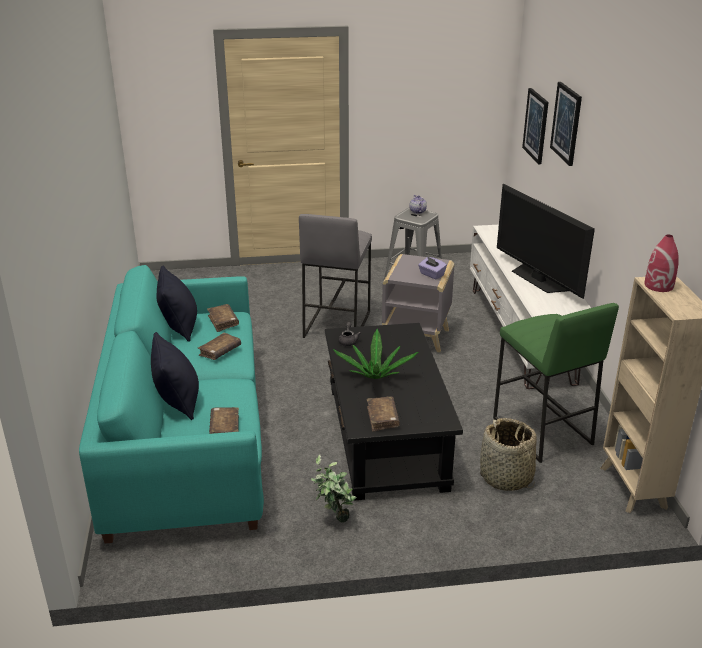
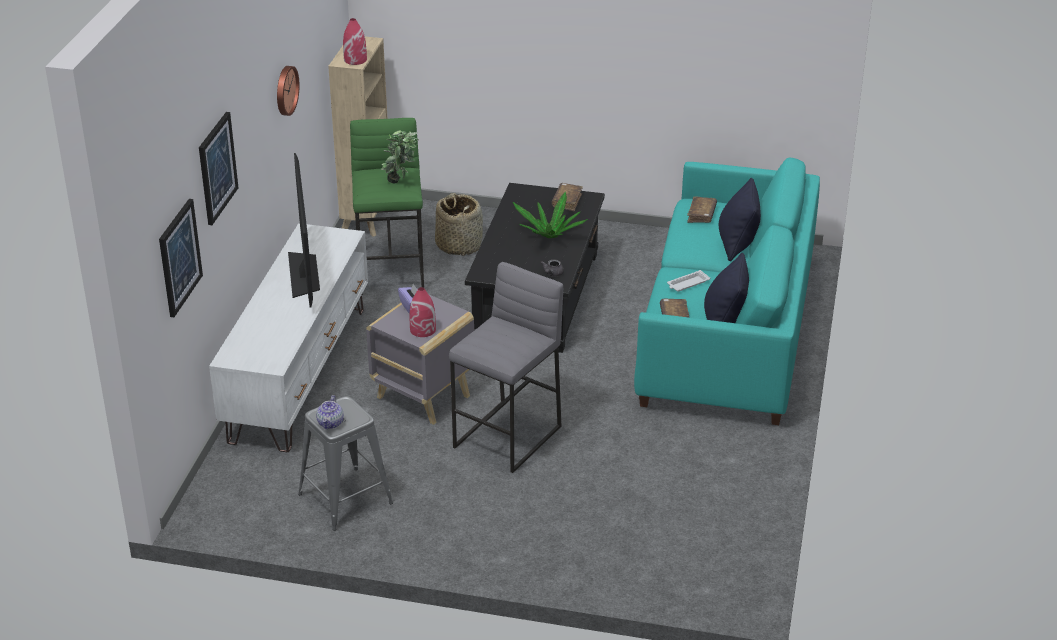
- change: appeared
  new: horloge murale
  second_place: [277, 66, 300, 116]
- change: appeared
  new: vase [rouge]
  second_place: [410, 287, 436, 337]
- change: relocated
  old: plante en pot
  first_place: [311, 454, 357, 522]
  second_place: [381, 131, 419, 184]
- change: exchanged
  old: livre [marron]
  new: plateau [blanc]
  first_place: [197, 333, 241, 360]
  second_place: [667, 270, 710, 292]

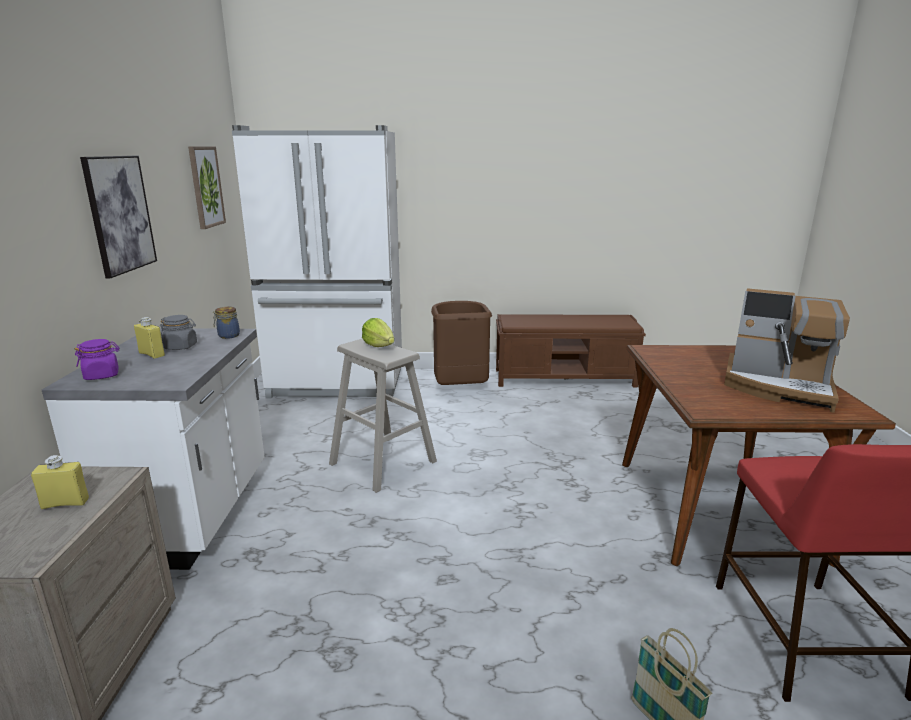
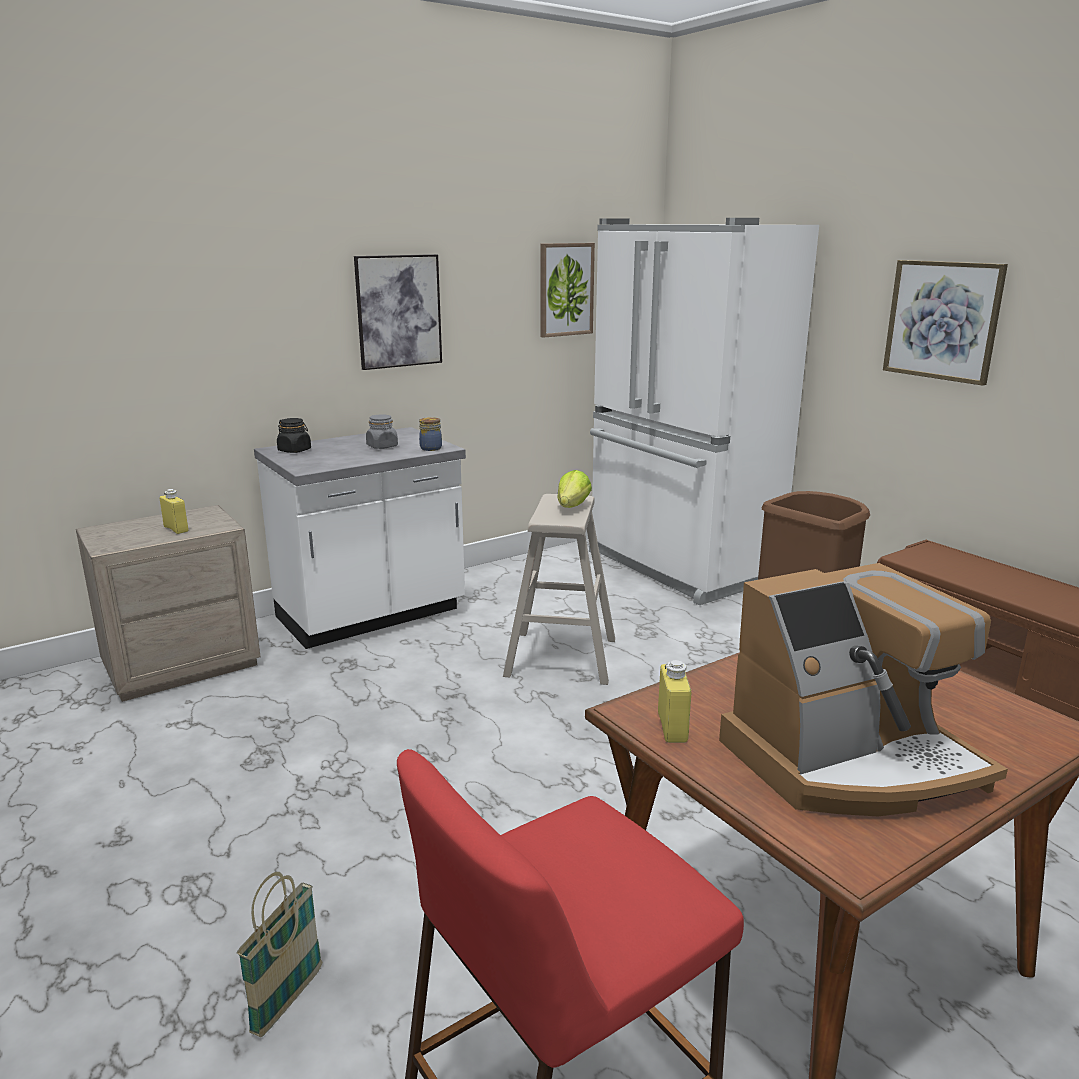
- change: appeared
  new: tableau
  second_place: [883, 260, 1008, 386]
- change: relocated
  old: bouteille [jaune]
  first_place: [134, 317, 165, 359]
  second_place: [658, 660, 691, 743]
- change: colour
  old: bocal [violet]
  new: bocal [noir]
  first_place: [75, 339, 120, 380]
  second_place: [277, 418, 311, 453]
- change: spun
  old: machine à café
  first_place: [724, 288, 850, 413]
  second_place: [719, 563, 1008, 816]
  degrees: -105

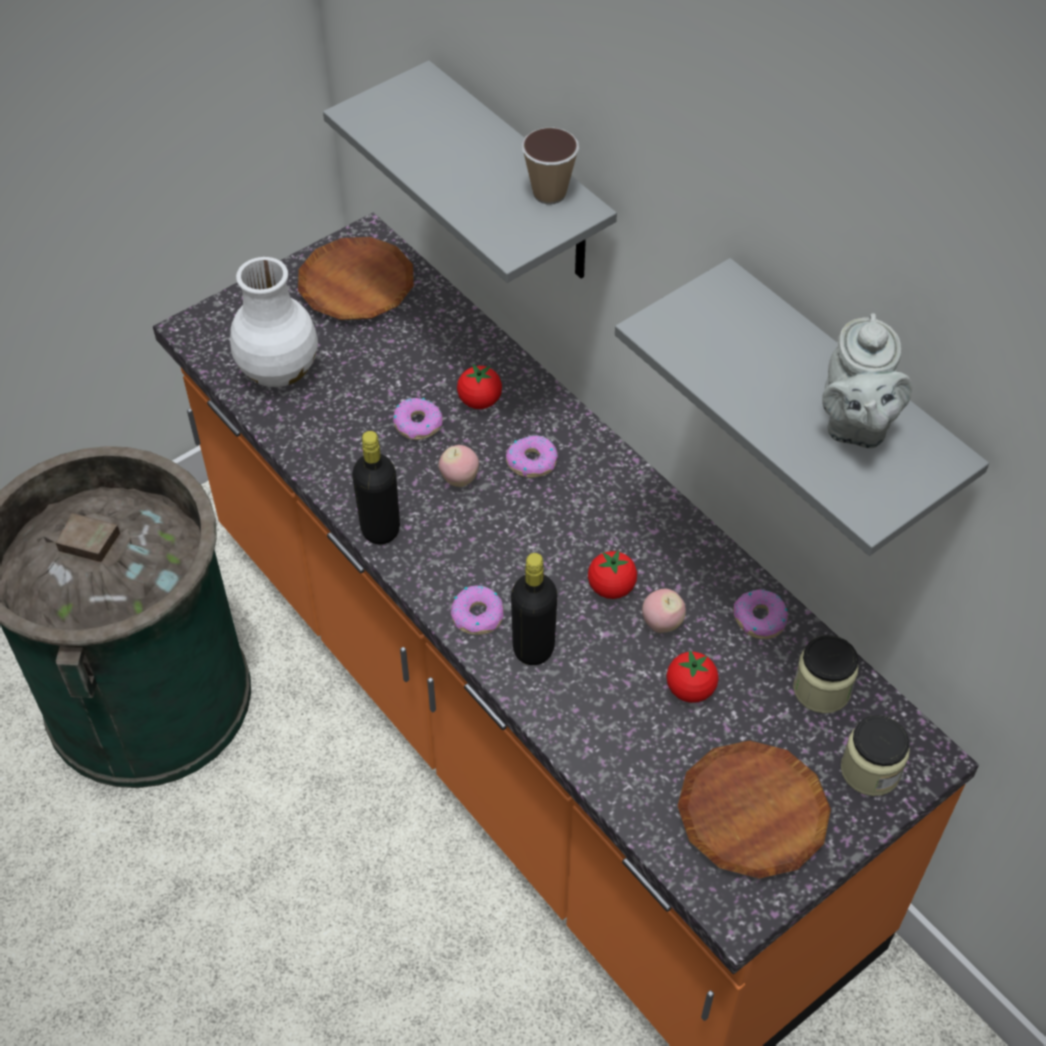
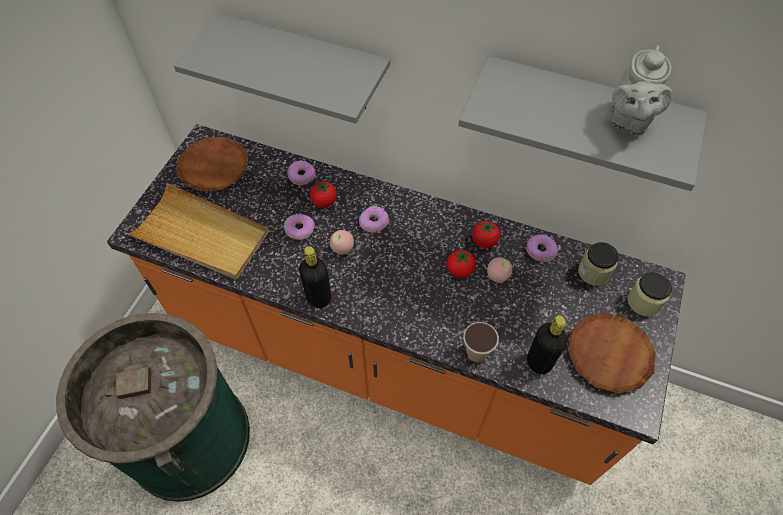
- change: relocated
  old: beignet
  first_place: [451, 585, 504, 635]
  second_place: [287, 161, 315, 185]
- change: relocated
  old: bouteille [noir]
  first_place: [511, 553, 557, 665]
  second_place: [527, 315, 567, 374]
- change: relocated
  old: tasse
  first_place: [522, 128, 579, 205]
  second_place: [463, 322, 499, 362]
- change: relocated
  old: tomate
  first_place: [666, 650, 719, 703]
  second_place: [472, 220, 500, 248]
- change: exchanged
  old: vase [blanc]
  new: plateau [beige]
  first_place: [230, 257, 318, 387]
  second_place: [125, 183, 269, 279]
- change: spun
  old: théière [gris]
  first_place: [822, 313, 912, 449]
  second_place: [611, 45, 672, 136]
  degrees: 45

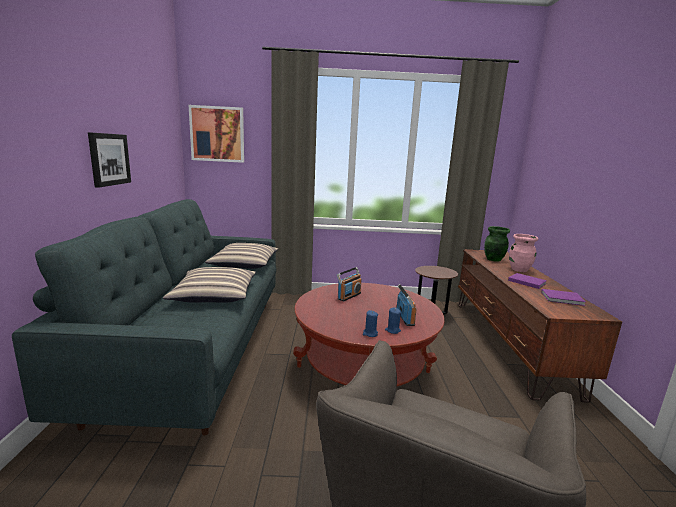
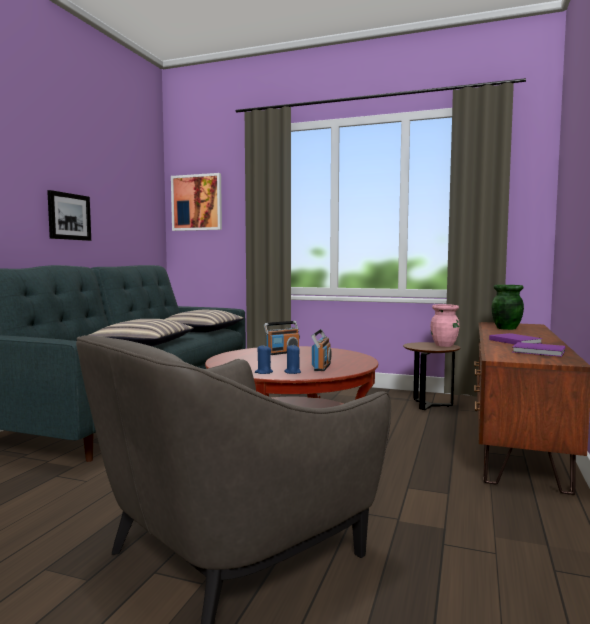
- change: relocated
  old: vase [rose]
  first_place: [509, 234, 538, 272]
  second_place: [431, 304, 459, 347]

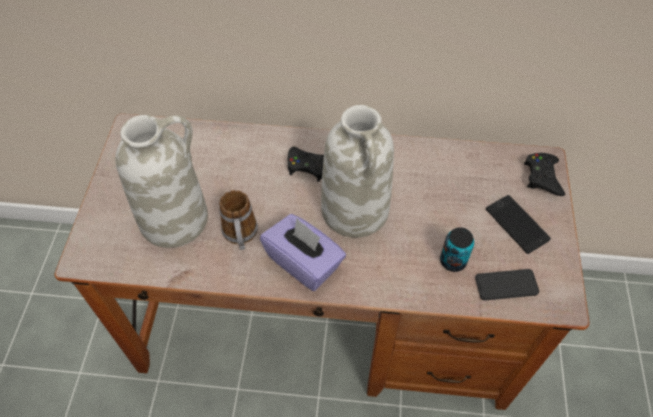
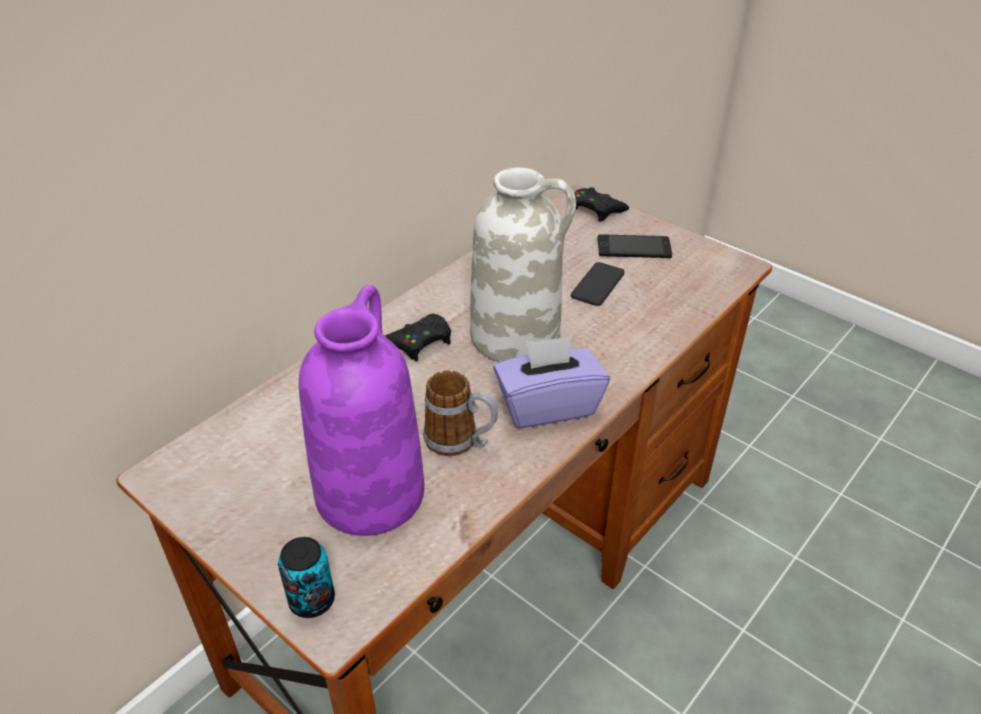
- change: relocated
  old: boîte métallique
  first_place: [440, 227, 474, 272]
  second_place: [278, 537, 335, 618]
- change: relocated
  old: téléphone
  first_place: [475, 269, 539, 301]
  second_place: [571, 262, 625, 306]
- change: colour
  old: vase [blanc]
  new: vase [violet]
  first_place: [115, 115, 208, 248]
  second_place: [299, 285, 424, 536]

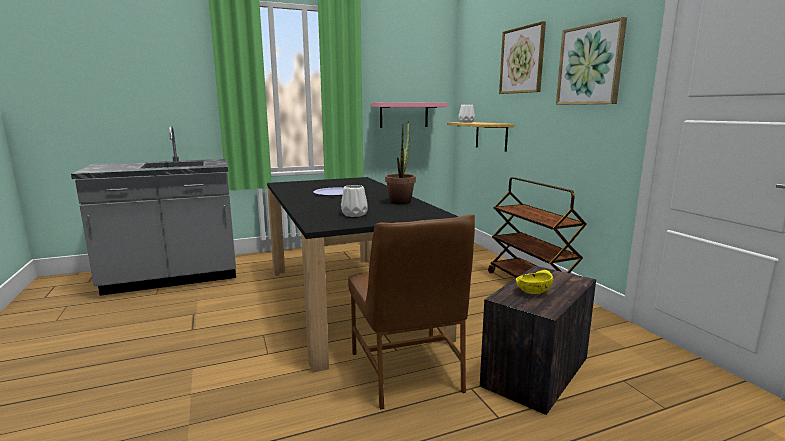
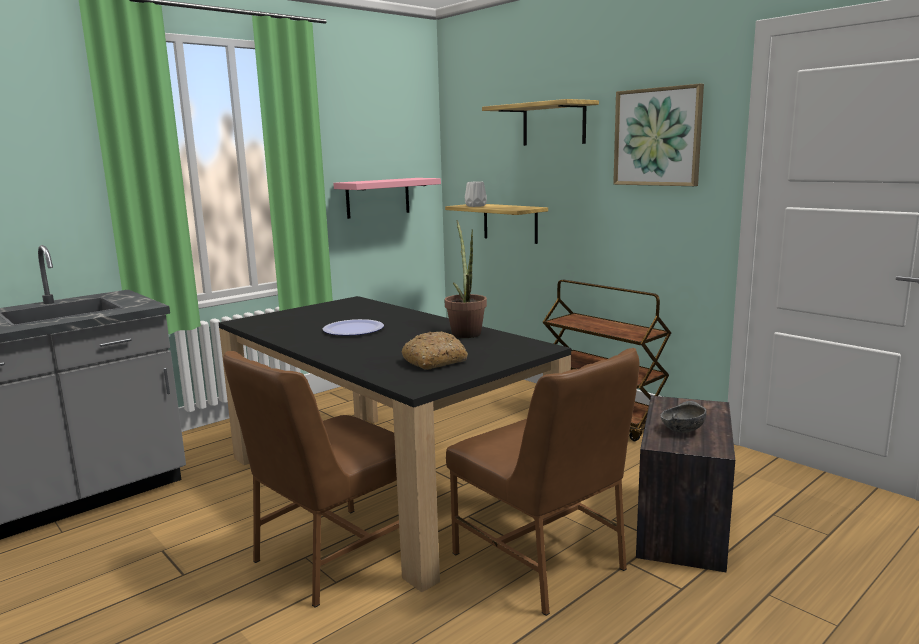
- change: appeared
  new: chaise [marron]
  second_place: [223, 351, 399, 608]
- change: exchanged
  old: vase [blanc]
  new: pain
  first_place: [341, 185, 368, 217]
  second_place: [402, 331, 468, 370]
- change: exchanged
  old: tableau
  new: étagère
  first_place: [499, 21, 546, 94]
  second_place: [482, 99, 599, 146]
- change: colour
  old: bol [jaune]
  new: bol [gris]
  first_place: [516, 270, 553, 294]
  second_place: [660, 401, 706, 433]

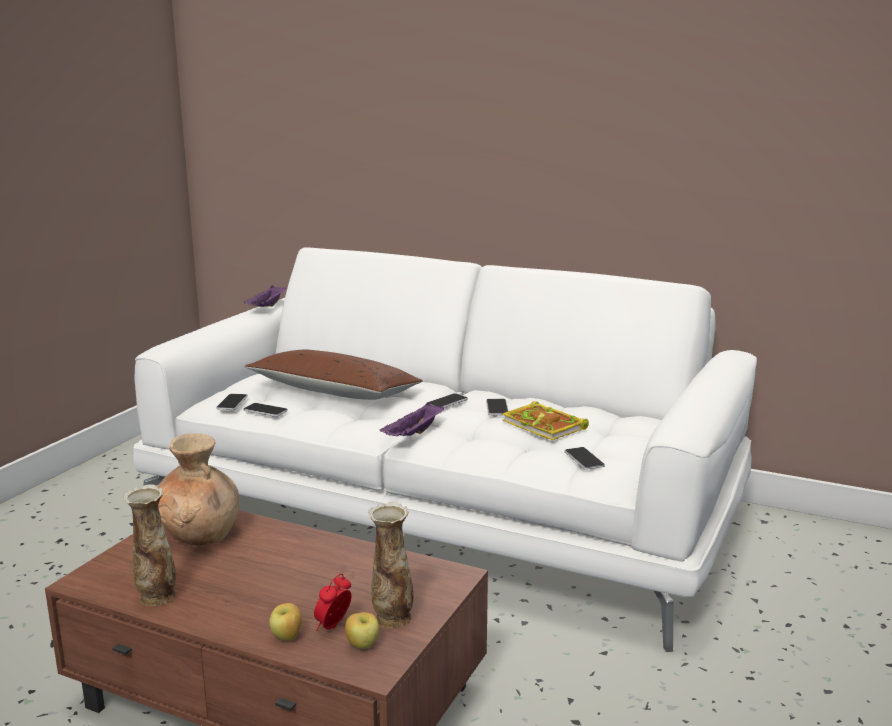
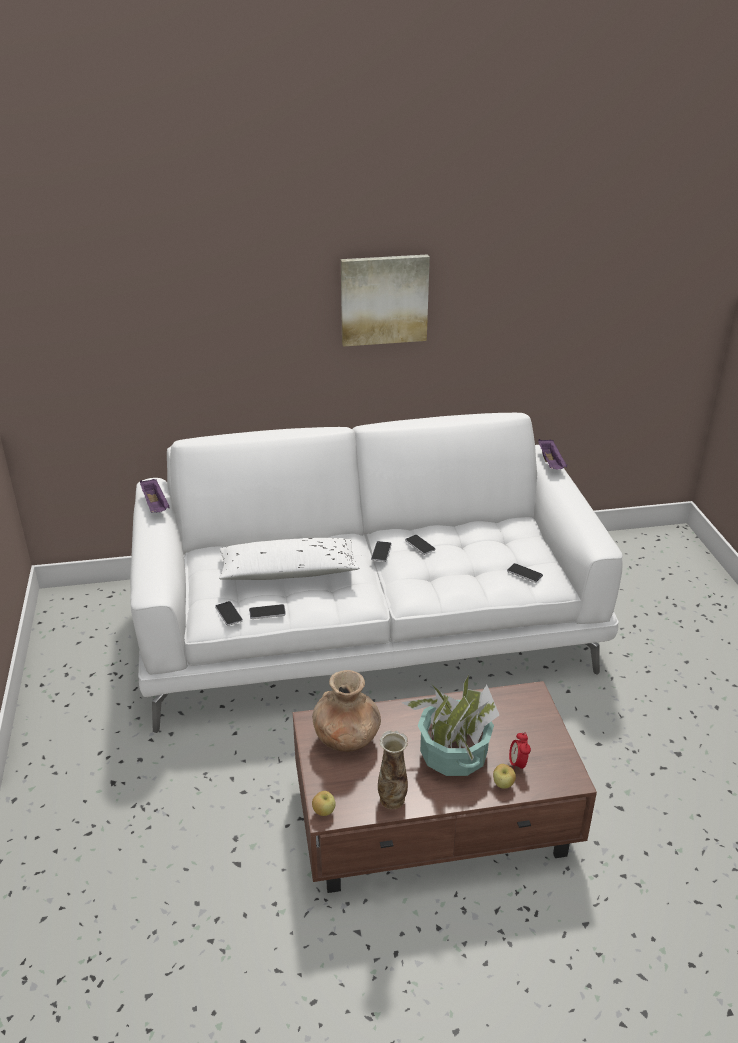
- change: missing
  old: vase
  first_place: [368, 502, 414, 629]
- change: missing
  old: livre
  first_place: [502, 401, 589, 440]
- change: appeared
  new: tableau
  second_place: [341, 254, 430, 347]
- change: appeared
  new: plante en pot
  second_place: [401, 675, 499, 776]
- change: relocated
  old: pomme
  first_place: [345, 612, 379, 649]
  second_place: [312, 791, 335, 816]
- change: relocated
  old: plateau [violet]
  first_place: [380, 402, 444, 436]
  second_place: [538, 439, 567, 470]
- change: colour
  old: coussin [marron]
  new: coussin [blanc]
  first_place: [244, 349, 423, 400]
  second_place: [219, 538, 360, 580]

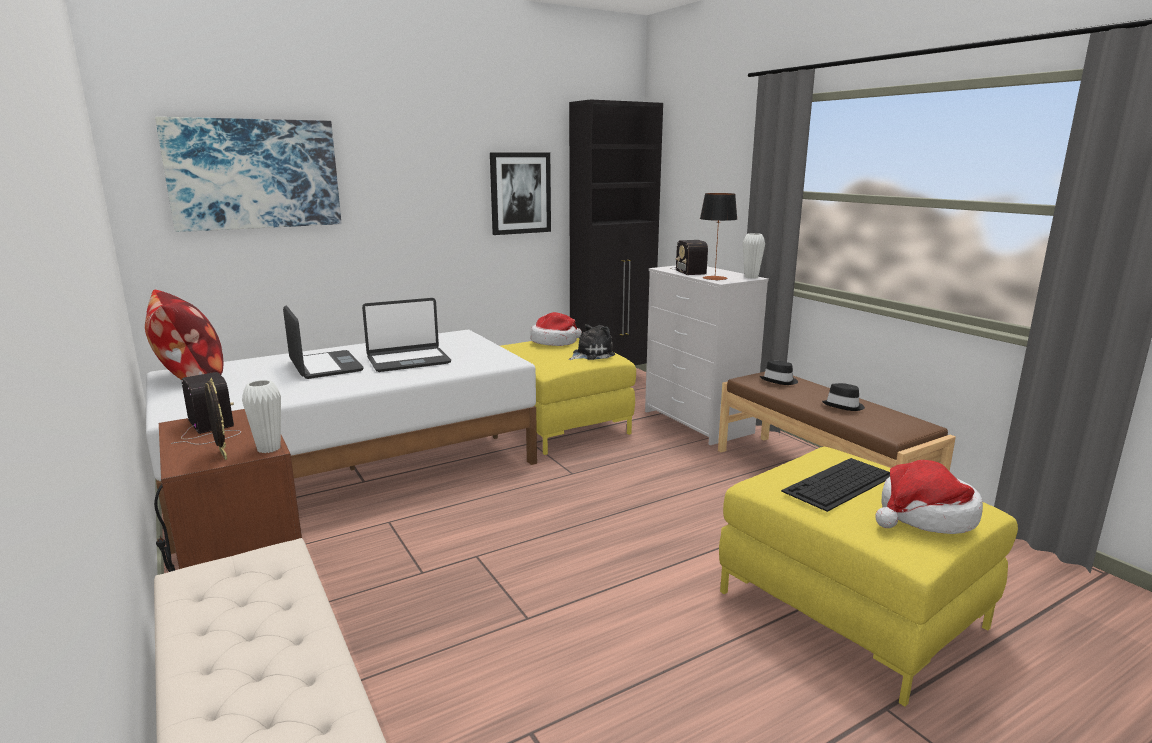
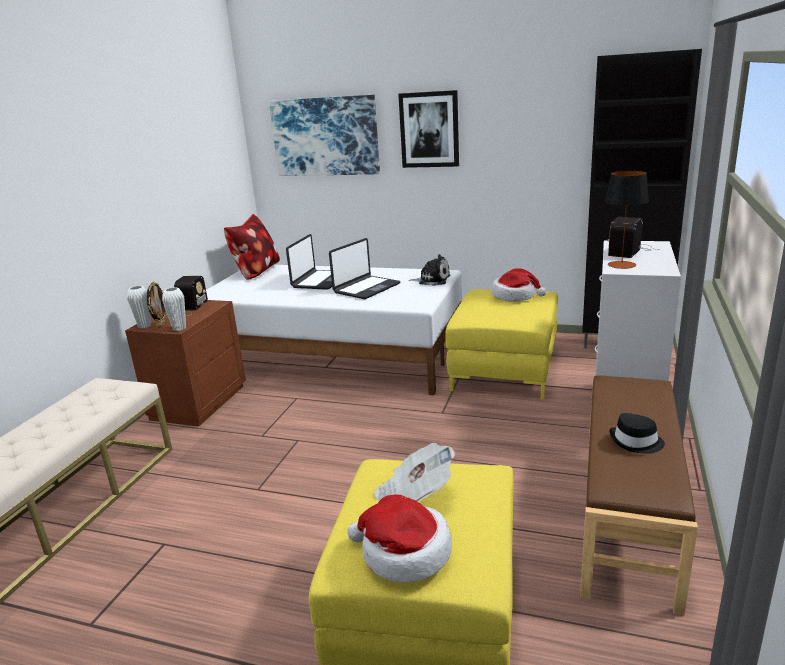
- change: missing
  old: chapeau [noir]
  first_place: [760, 361, 798, 385]
- change: relocated
  old: tableau
  first_place: [490, 152, 551, 235]
  second_place: [398, 90, 459, 168]
- change: relocated
  old: peluche
  first_place: [569, 324, 615, 360]
  second_place: [409, 254, 450, 286]
- change: relocated
  old: vase [blanc]
  first_place: [743, 233, 765, 279]
  second_place: [127, 286, 151, 329]
- change: exchanged
  old: clavier
  new: journal
  first_place: [781, 458, 890, 512]
  second_place: [374, 443, 455, 502]
- change: spun
  old: ordinateur portable
  first_place: [362, 298, 451, 372]
  second_place: [329, 238, 401, 299]
  degrees: -75

